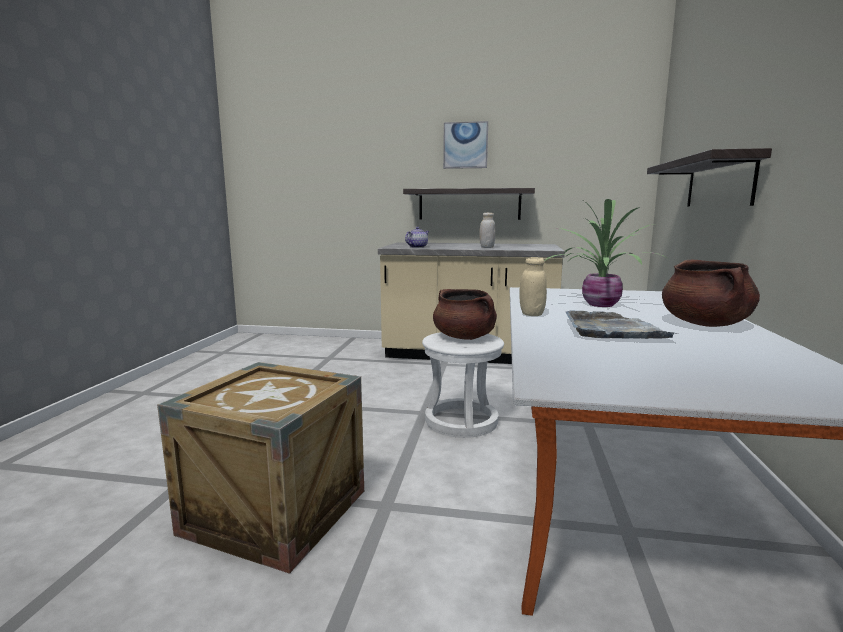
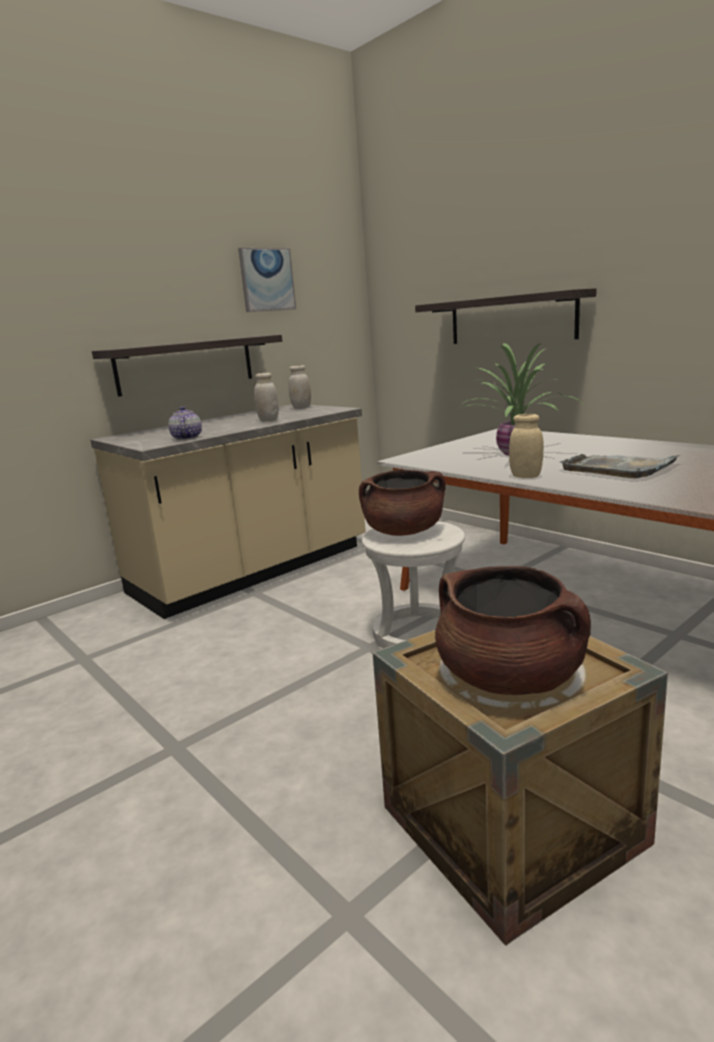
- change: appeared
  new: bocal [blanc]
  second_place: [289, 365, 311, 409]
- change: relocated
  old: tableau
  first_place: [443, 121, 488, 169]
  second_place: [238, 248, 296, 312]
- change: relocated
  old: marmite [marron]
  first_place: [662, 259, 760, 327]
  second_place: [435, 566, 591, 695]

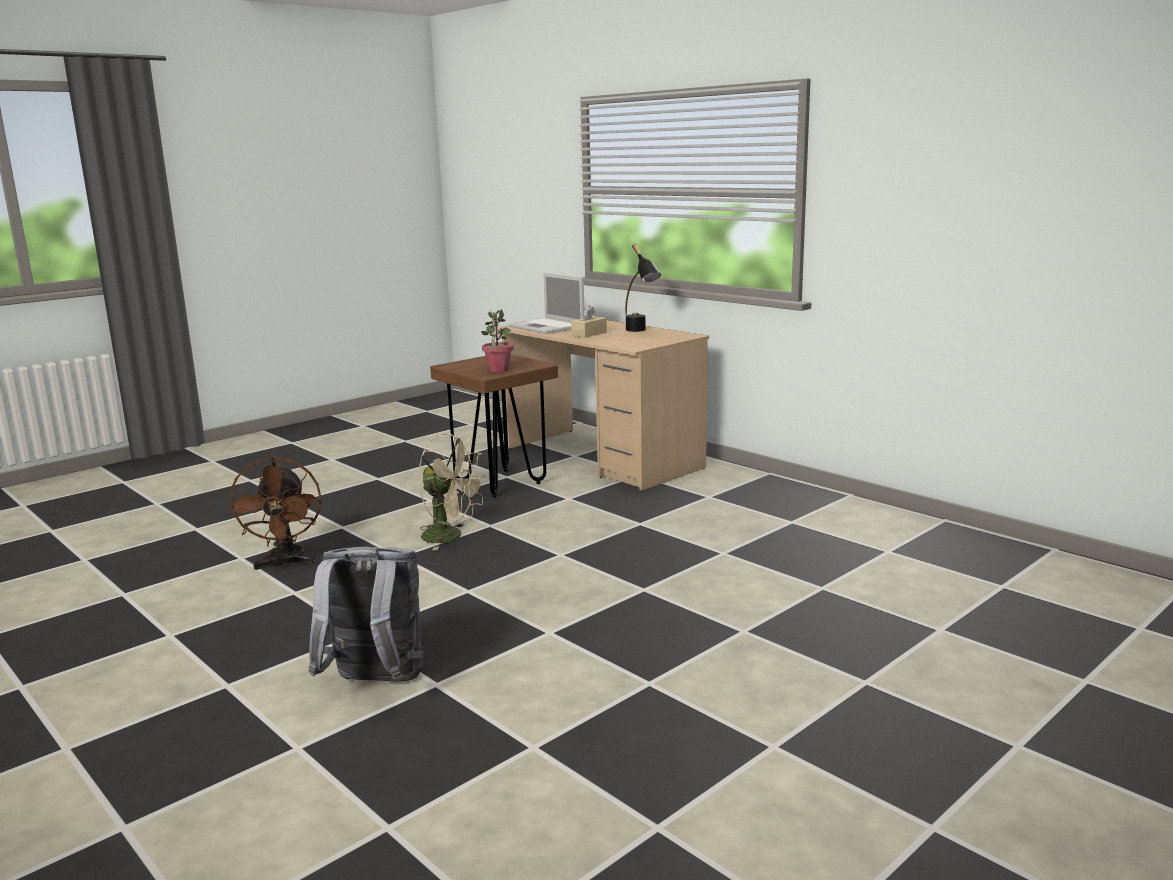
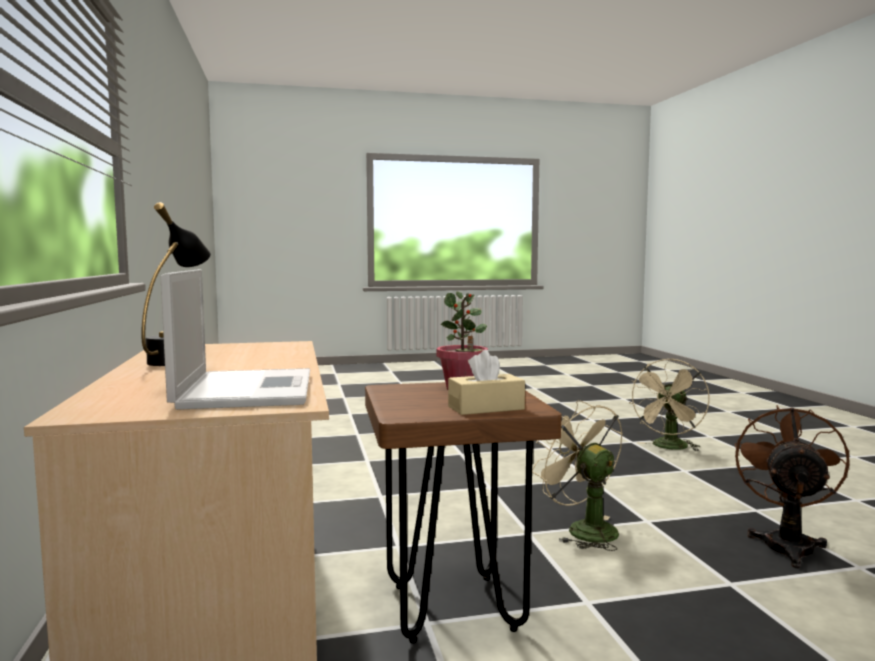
- change: relocated
  old: boîte à mouchoirs [beige]
  first_place: [571, 305, 607, 338]
  second_place: [448, 350, 525, 415]
- change: exchanged
  old: sac à dos [gris]
  new: ventilateur [beige]
  first_place: [308, 547, 424, 682]
  second_place: [629, 358, 710, 452]

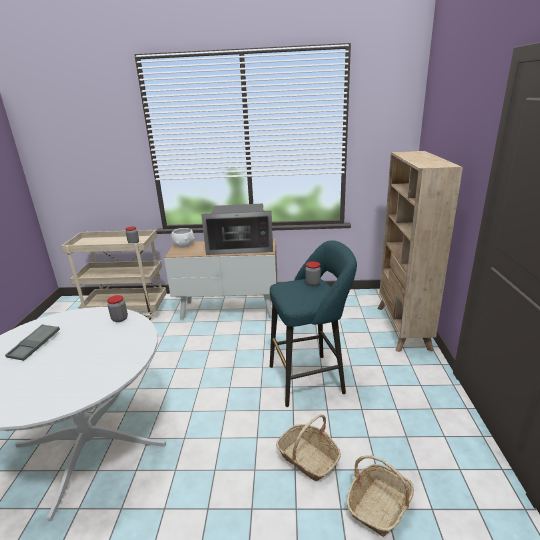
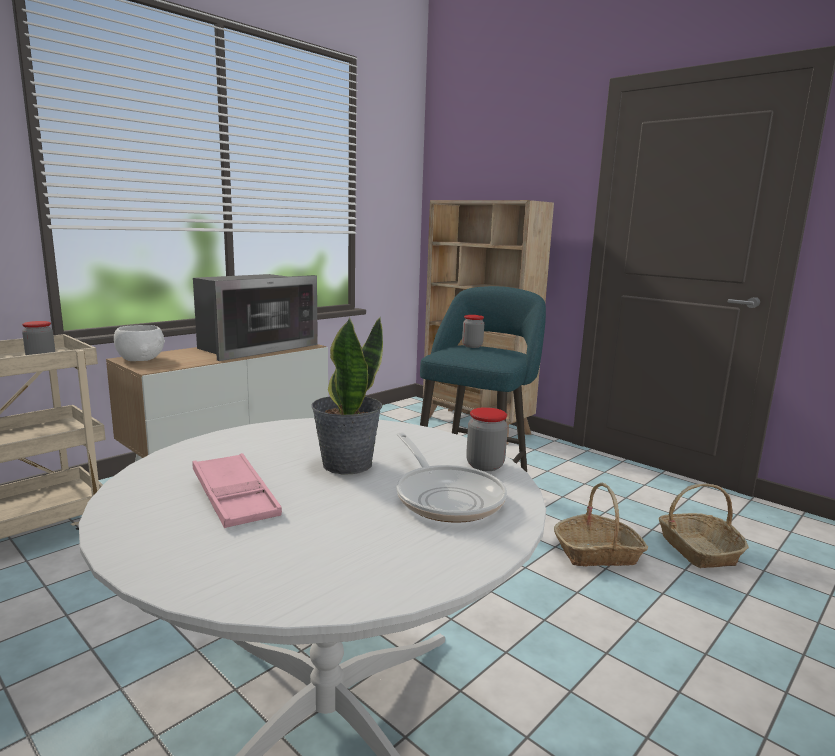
- change: appeared
  new: plante en pot
  second_place: [311, 317, 383, 475]
- change: appeared
  new: poêle
  second_place: [397, 432, 507, 523]
- change: relocated
  old: bocal
  first_place: [107, 295, 128, 322]
  second_place: [466, 407, 508, 471]
- change: colour
  old: plateau [gris]
  new: plateau [rose]
  first_place: [5, 324, 60, 361]
  second_place: [192, 453, 282, 528]

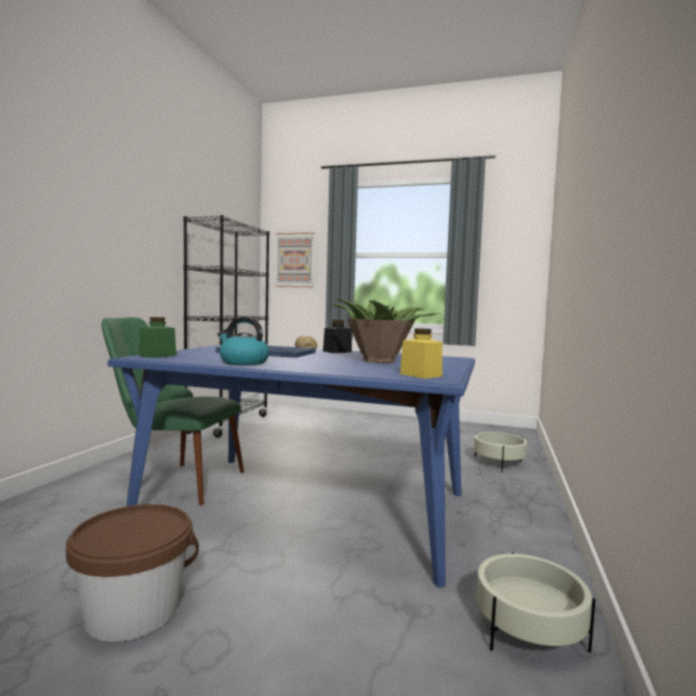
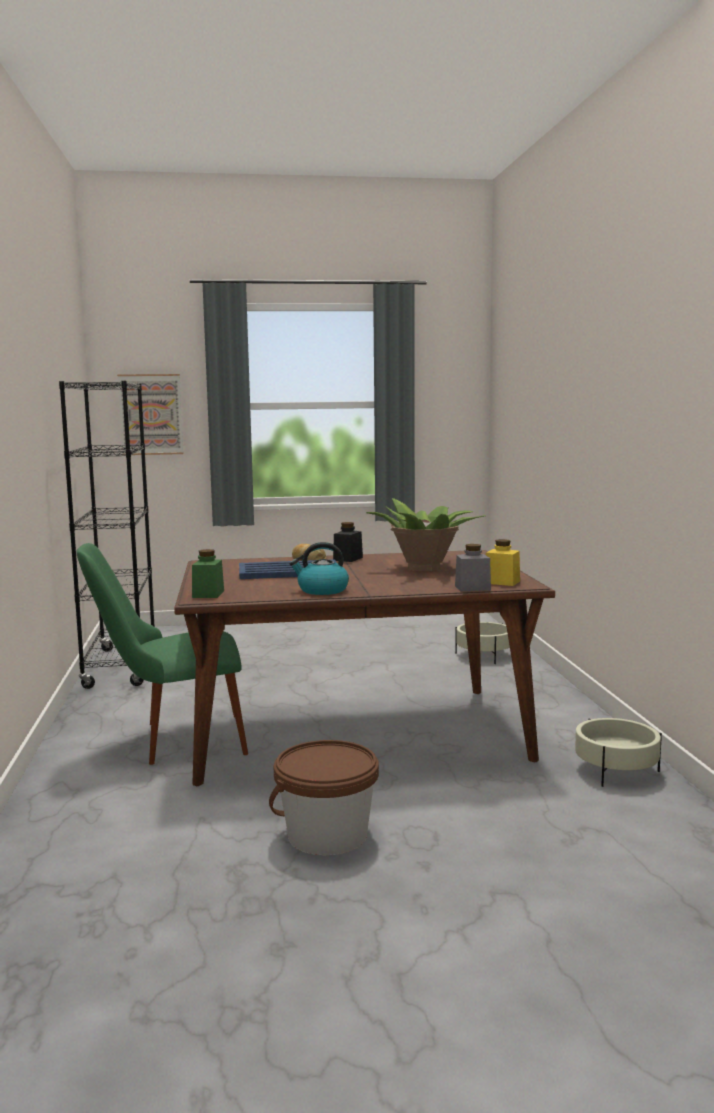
- change: appeared
  new: bocal [gris]
  second_place: [455, 544, 491, 591]
- change: colour
  old: table à manger [bleu]
  new: table à manger [marron]
  first_place: [108, 345, 475, 587]
  second_place: [174, 550, 555, 786]

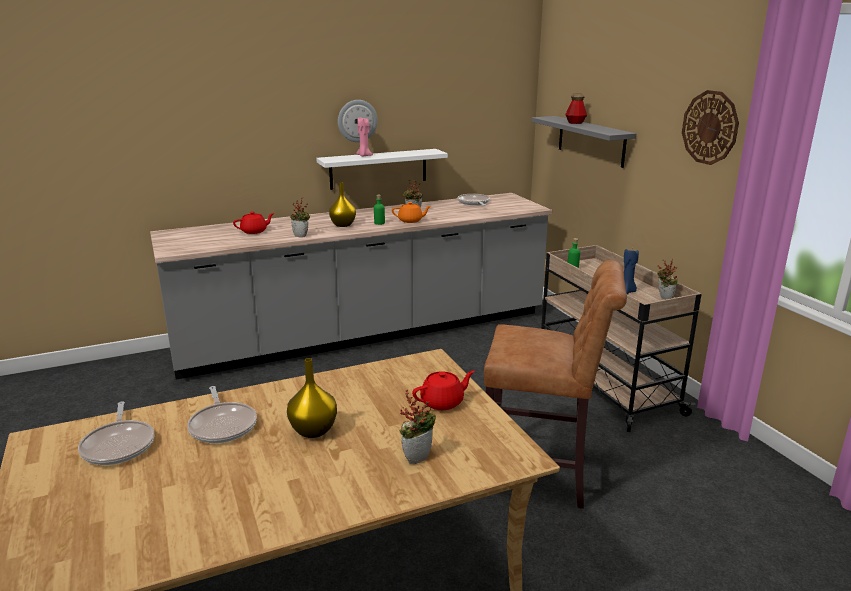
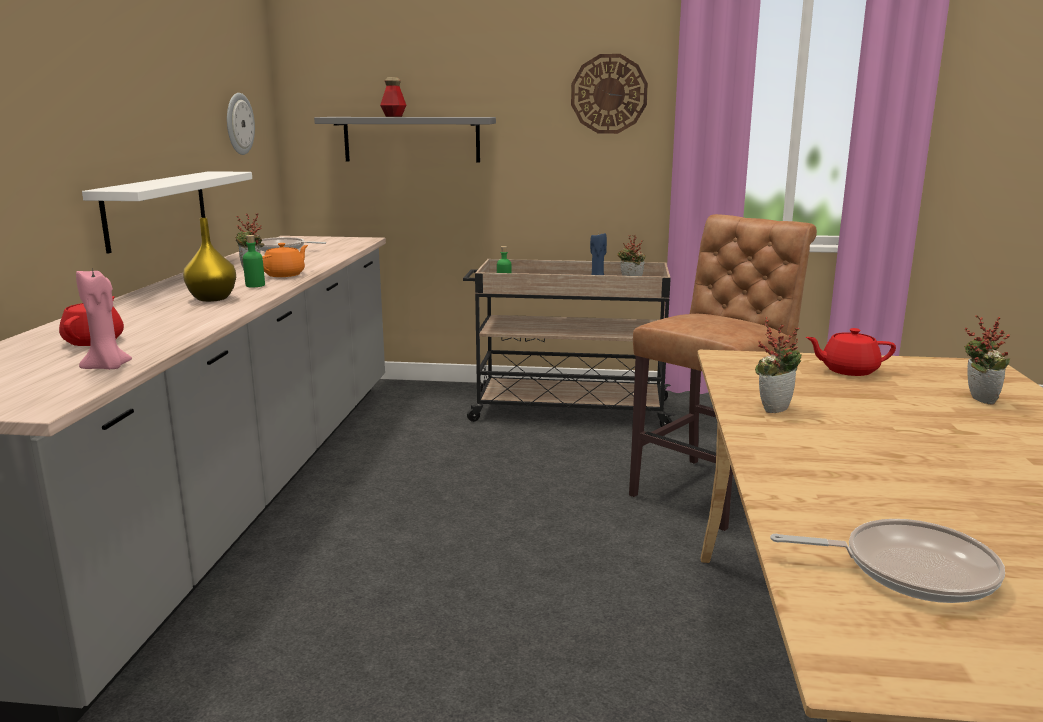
- change: missing
  old: poêle
  first_place: [187, 386, 257, 443]
- change: missing
  old: vase [jaune]
  first_place: [287, 358, 337, 438]
- change: relocated
  old: plante en pot
  first_place: [290, 197, 310, 238]
  second_place: [755, 317, 802, 413]
- change: relocated
  old: horloge murale
  first_place: [338, 100, 378, 142]
  second_place: [227, 93, 255, 155]
- change: relocated
  old: bougie [rose]
  first_place: [356, 117, 373, 157]
  second_place: [76, 268, 132, 369]
- change: spun
  old: théière [rouge]
  first_place: [412, 371, 475, 410]
  second_place: [806, 328, 896, 376]
  degrees: -90

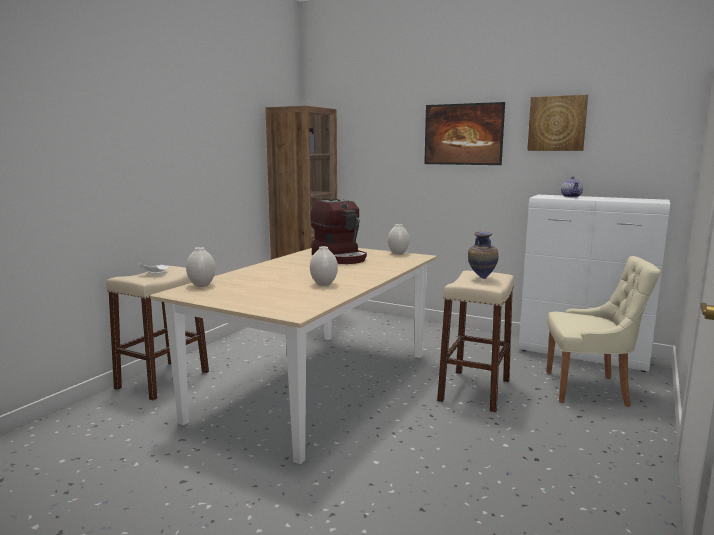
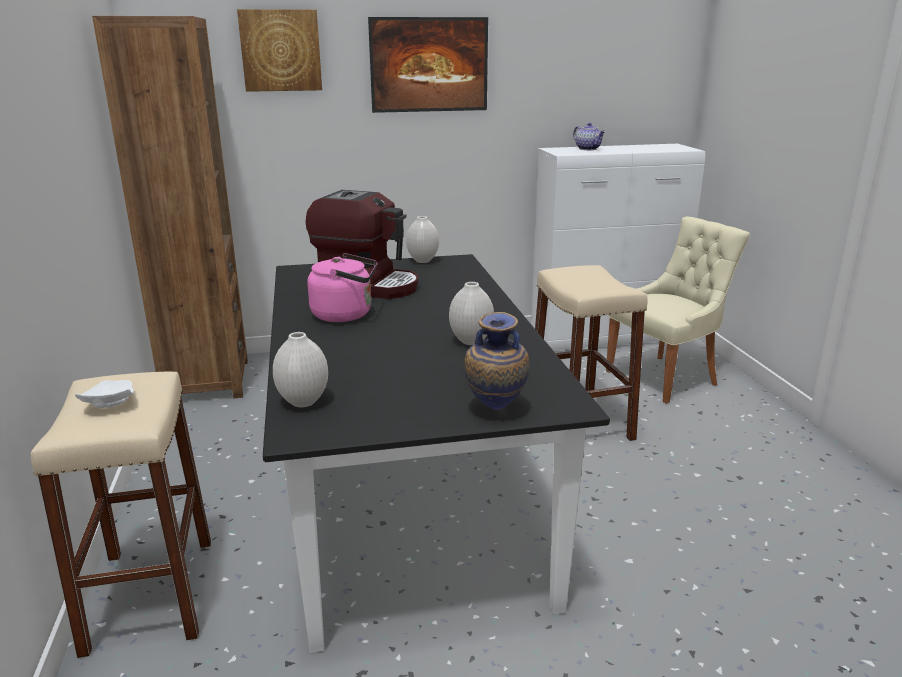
- change: appeared
  new: bouilloire [rose]
  second_place: [307, 253, 377, 322]
- change: relocated
  old: vase
  first_place: [468, 231, 499, 279]
  second_place: [464, 312, 530, 410]
- change: relocated
  old: tableau
  first_place: [527, 95, 588, 151]
  second_place: [237, 9, 322, 92]
- change: colour
  old: table à manger [beige]
  new: table à manger [noir]
  first_place: [150, 248, 436, 464]
  second_place: [263, 254, 610, 653]

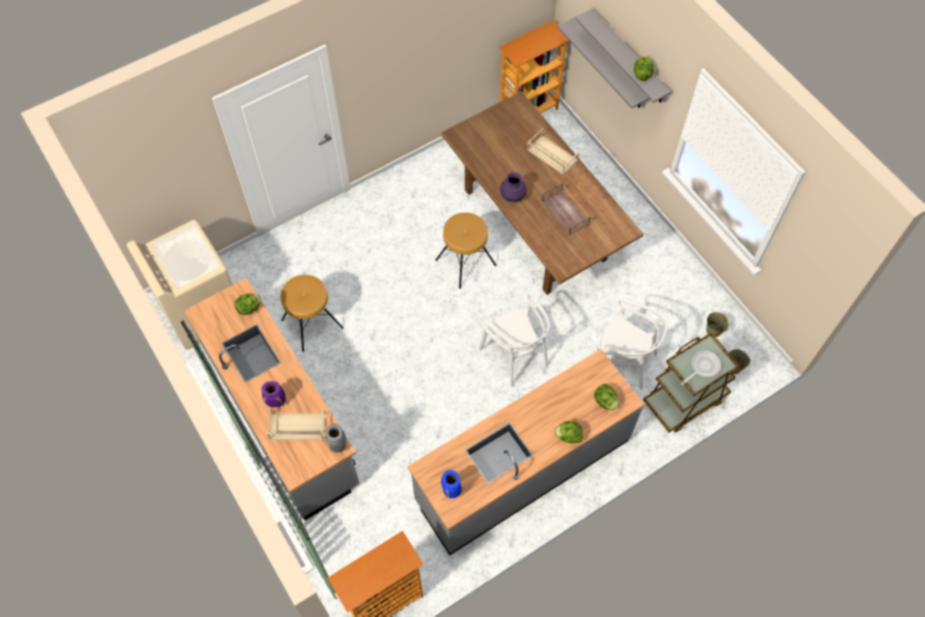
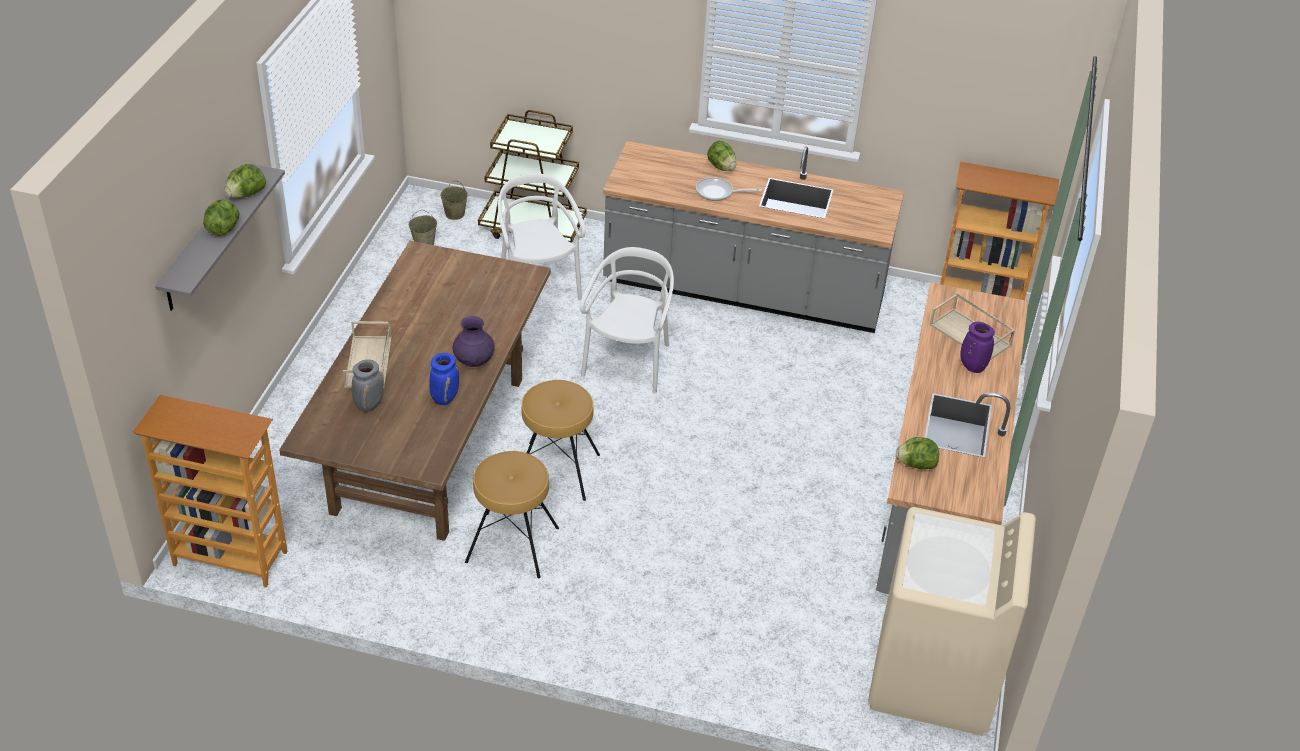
- change: missing
  old: plateau [marron]
  first_place: [542, 183, 591, 235]
- change: missing
  old: étagère [gris]
  first_place: [557, 17, 649, 109]
- change: relocated
  old: tabouret [marron]
  first_place: [280, 275, 344, 352]
  second_place: [465, 451, 559, 579]
- change: relocated
  old: vase [gris]
  first_place: [326, 424, 346, 453]
  second_place: [352, 359, 384, 412]
- change: relocated
  old: vase [bleu]
  first_place: [441, 470, 462, 498]
  second_place: [429, 353, 459, 405]
- change: relocated
  old: laitue
  first_place: [594, 384, 619, 410]
  second_place: [203, 199, 239, 236]
- change: relocated
  old: poêle
  first_place: [681, 350, 721, 385]
  second_place: [696, 177, 762, 201]

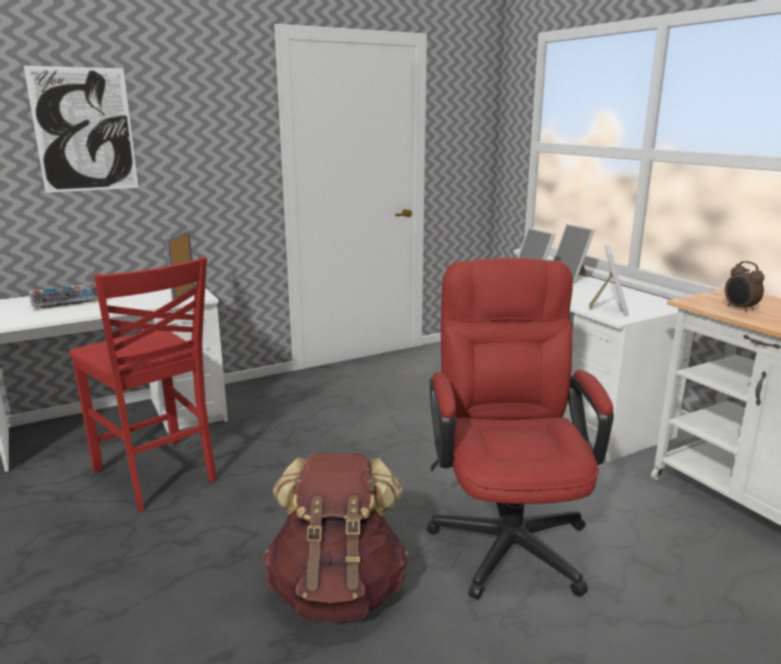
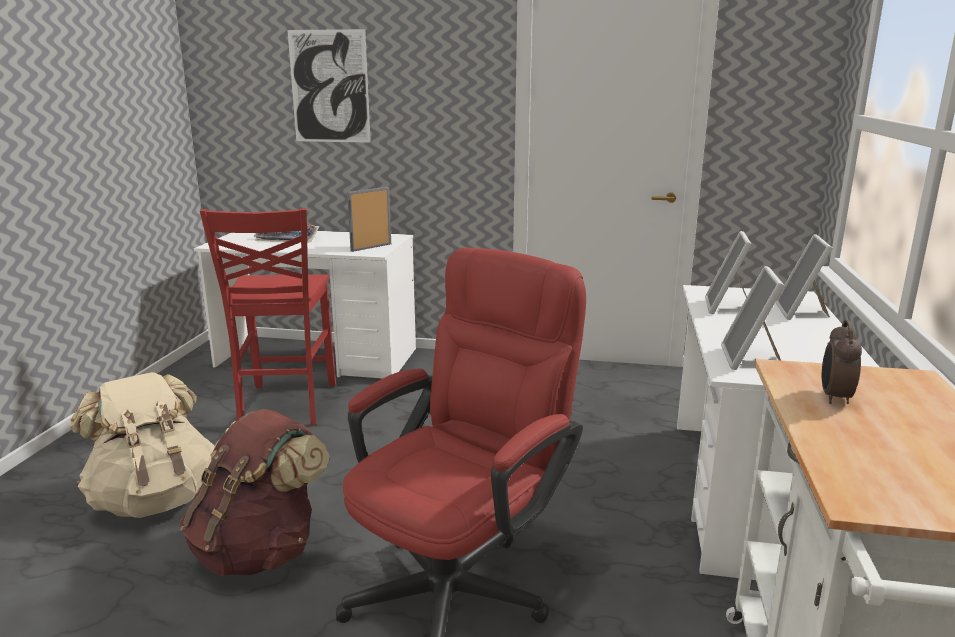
- change: appeared
  new: sac à dos [beige]
  second_place: [70, 372, 215, 518]
- change: spun
  old: cadre photo
  first_place: [589, 245, 629, 316]
  second_place: [721, 266, 785, 370]
  degrees: 135

